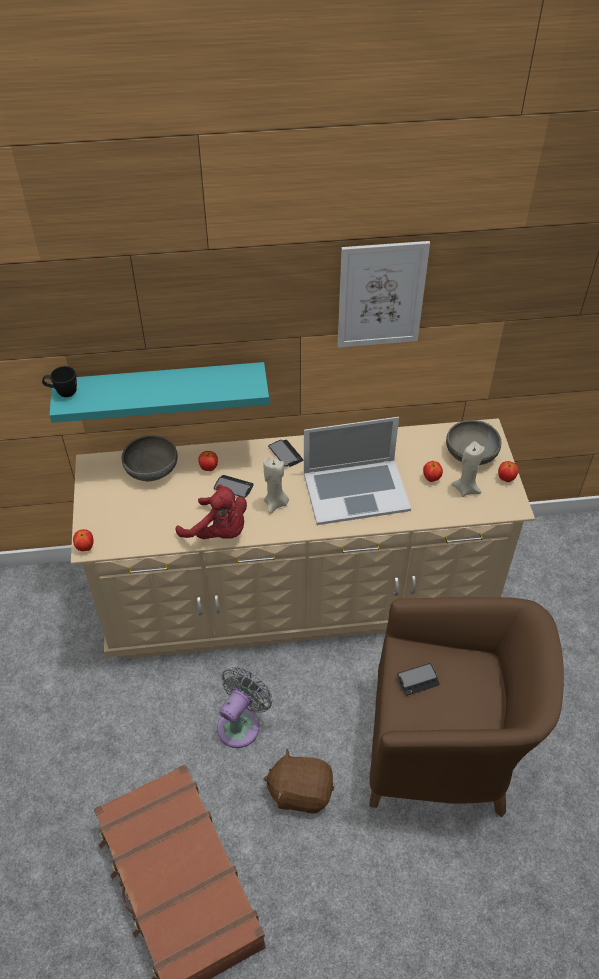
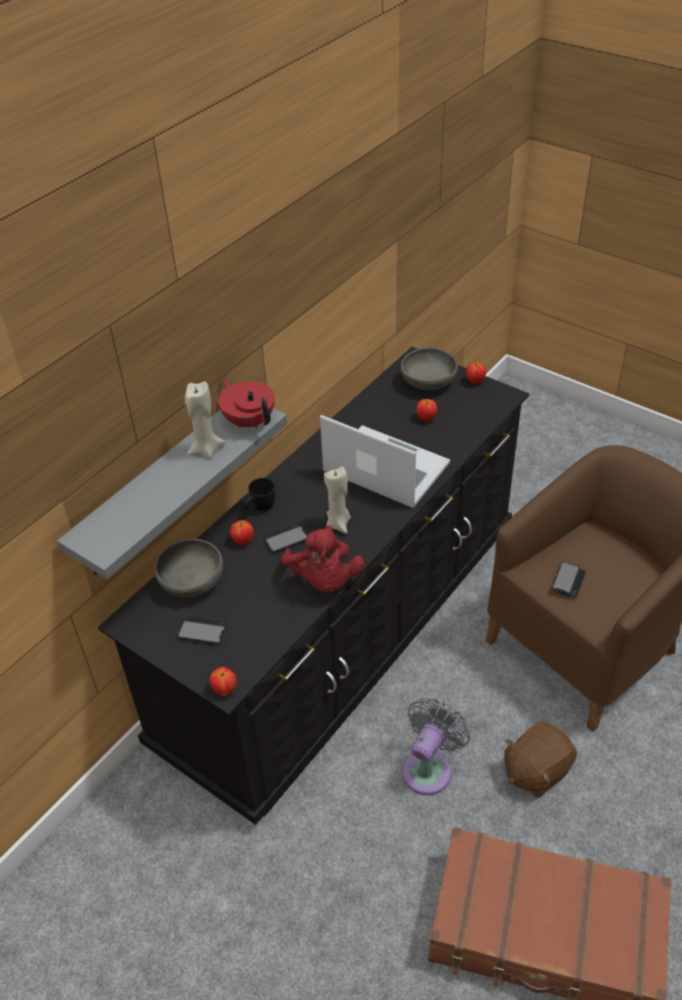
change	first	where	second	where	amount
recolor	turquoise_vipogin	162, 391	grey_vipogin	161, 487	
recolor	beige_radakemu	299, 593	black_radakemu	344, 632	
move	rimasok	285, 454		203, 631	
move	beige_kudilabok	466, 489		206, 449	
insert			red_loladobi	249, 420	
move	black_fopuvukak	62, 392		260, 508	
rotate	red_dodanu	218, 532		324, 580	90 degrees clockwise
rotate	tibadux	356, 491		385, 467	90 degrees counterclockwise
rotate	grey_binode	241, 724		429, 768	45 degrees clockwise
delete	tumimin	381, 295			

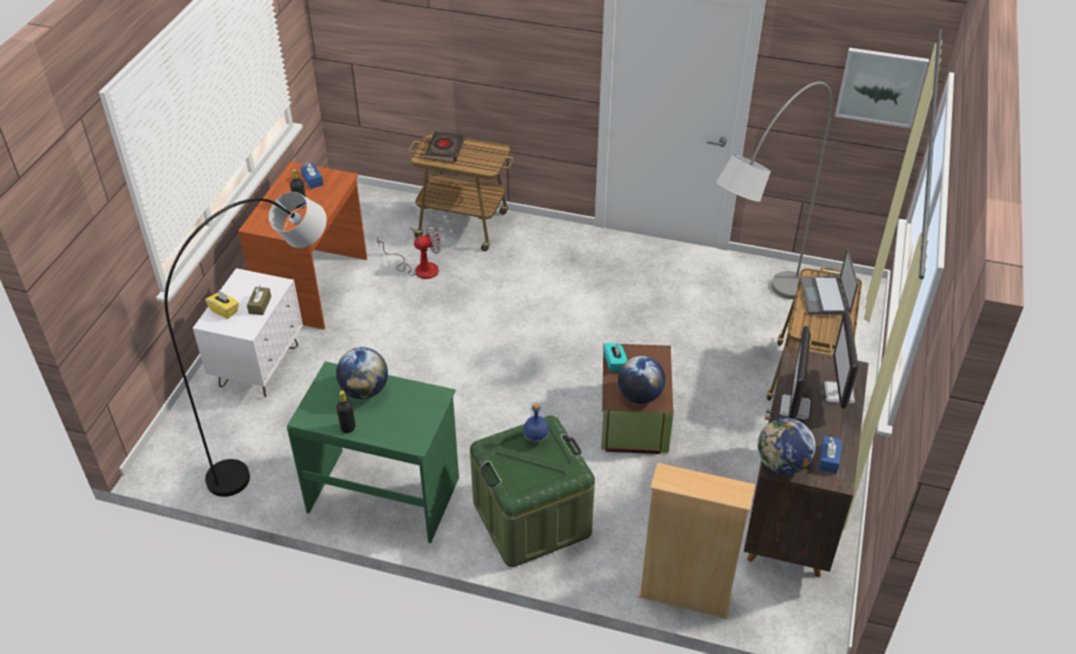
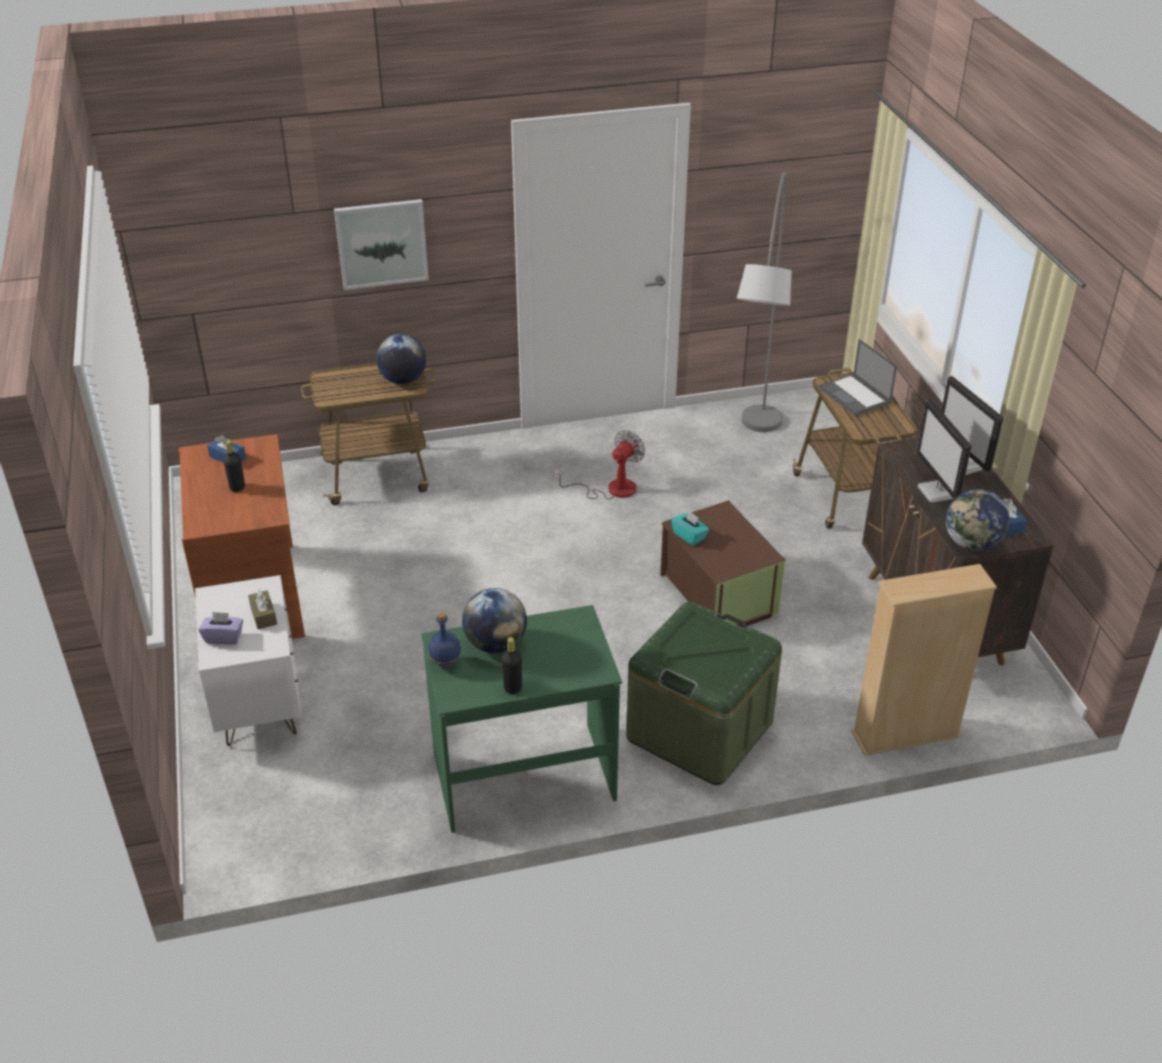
change	first	where	second	where	amount
recolor	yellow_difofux	224, 310	purple_difofux	224, 637	
move	tumimin	880, 87		381, 243	
move	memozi	640, 396		403, 380	
move	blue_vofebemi	536, 439		445, 663	
move	binode	419, 268		611, 489	
delete	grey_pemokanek	286, 430			
delete	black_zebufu	444, 149			

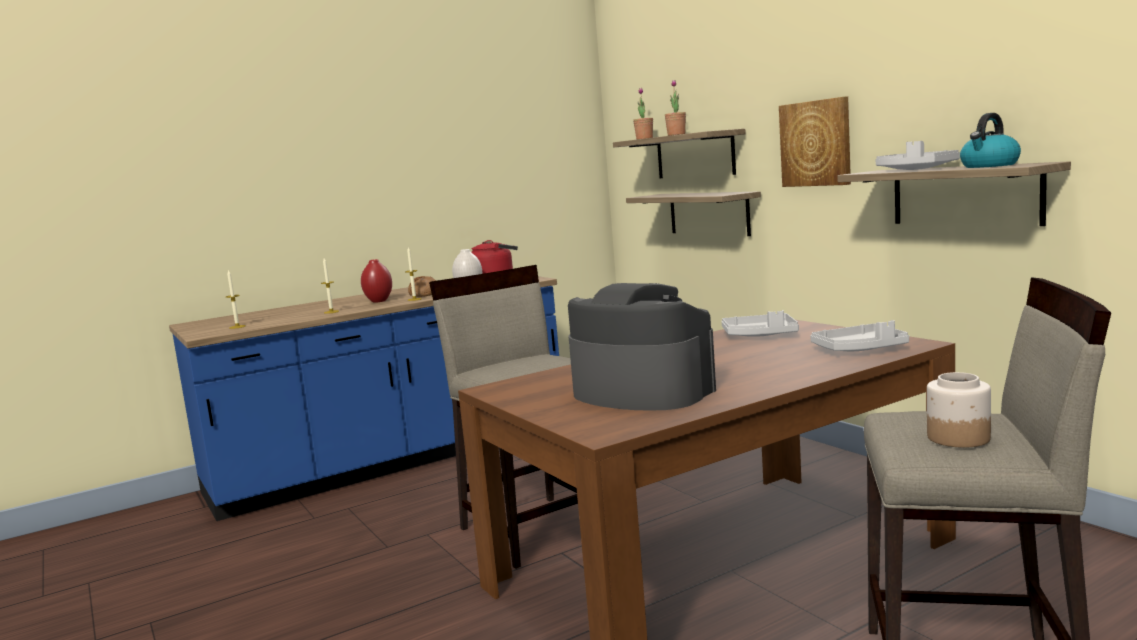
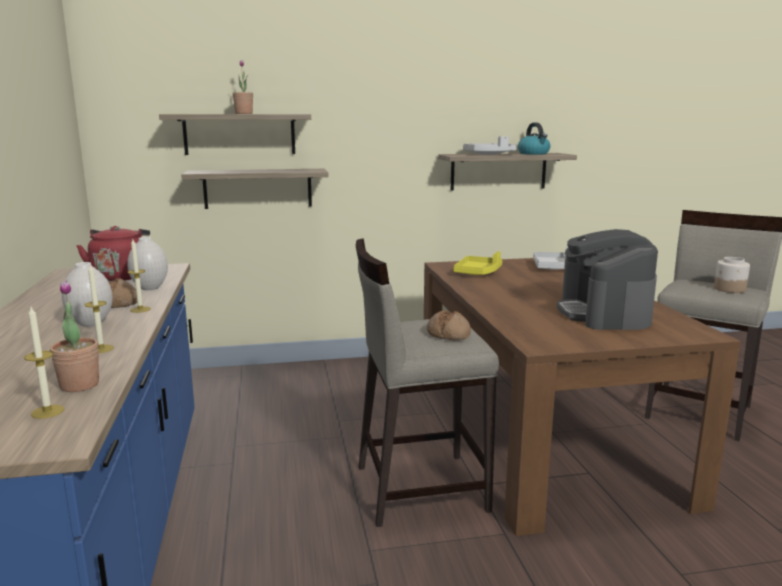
change	first	where	second	where	amount
move	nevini	644, 139		79, 385	
recolor	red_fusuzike	378, 301	white_fusuzike	90, 323	
insert			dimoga	448, 334	
recolor	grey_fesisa	760, 335	yellow_fesisa	478, 273	
rotate	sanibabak	641, 392		603, 313	60 degrees counterclockwise
delete	tumimin	816, 143			

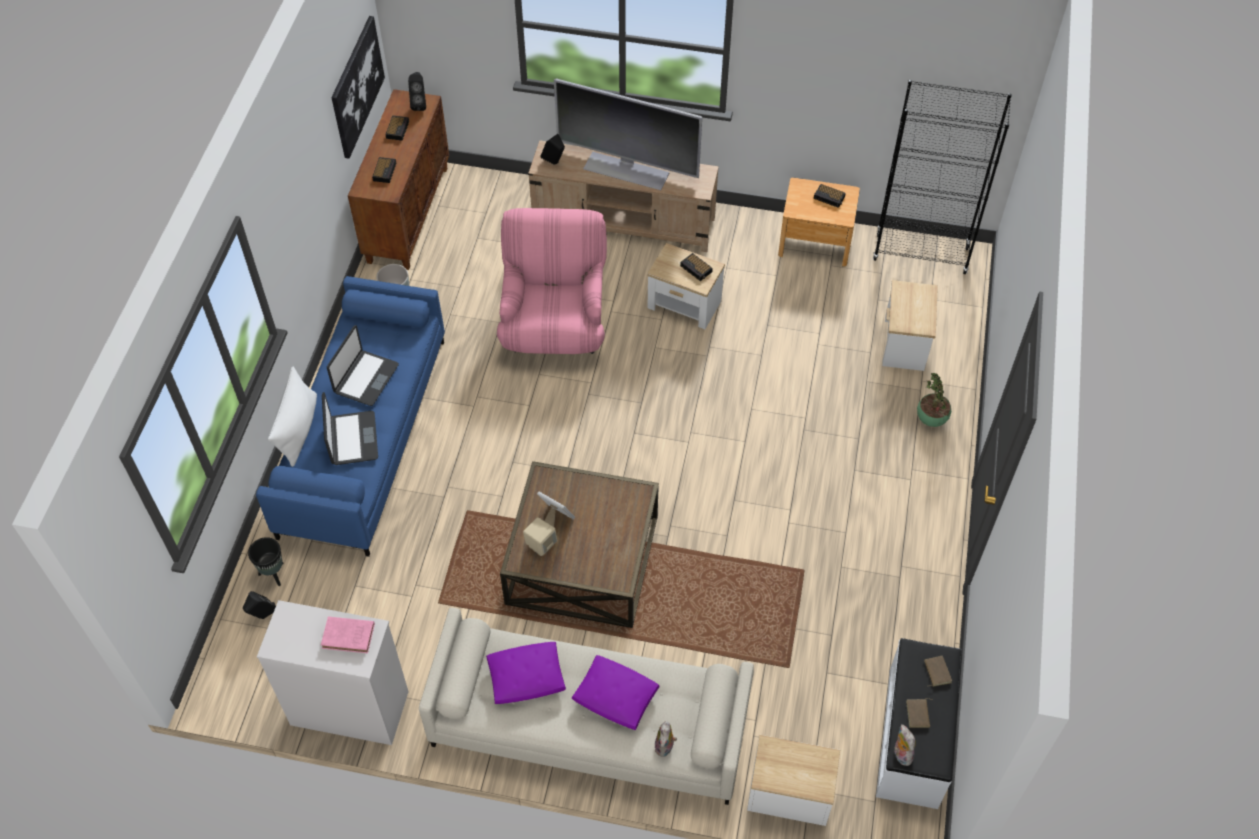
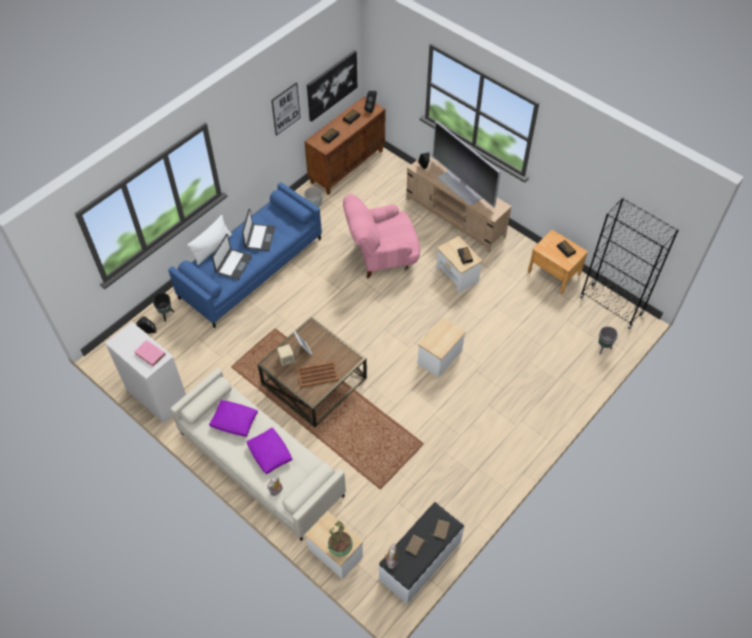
change	first	where	second	where	amount
rotate	tibadux	365, 378		259, 238	45 degrees counterclockwise
insert			tumimin	286, 109	
insert			brown_fesisa	317, 374	
move	nevini	931, 420		340, 548	
rotate	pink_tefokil	555, 326		381, 256	135 degrees counterclockwise
move	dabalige	903, 343		439, 357	
insert			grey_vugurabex	603, 348	

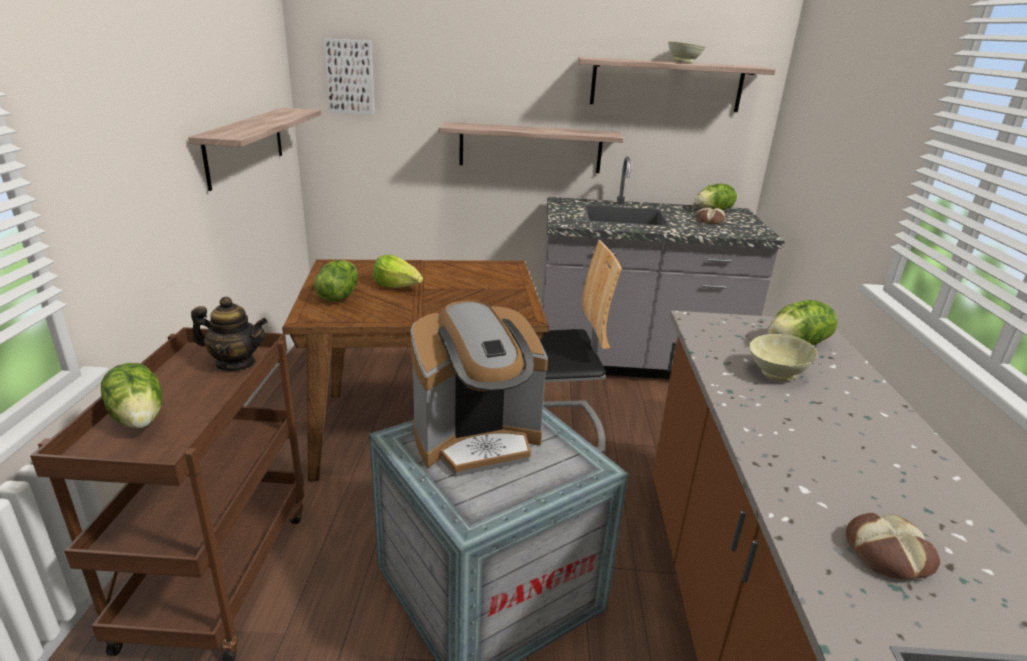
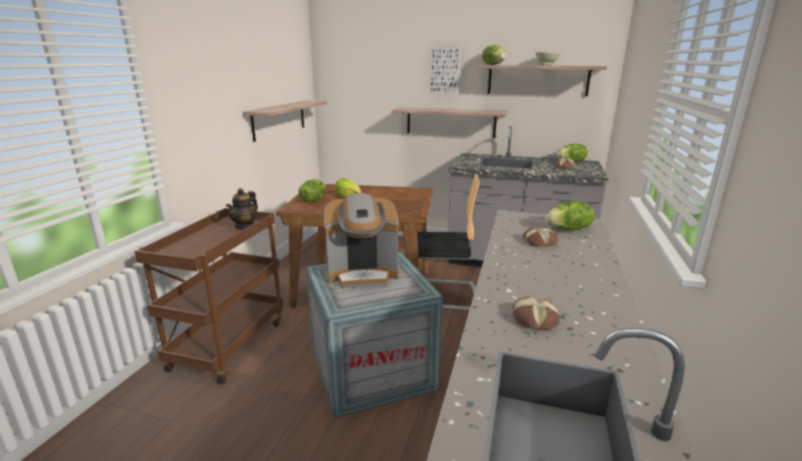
change	first	where	second	where	amount
rotate	loladobi	236, 363		245, 226	90 degrees clockwise
move	tumimin	351, 77		445, 71	
move	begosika	140, 417		493, 65	
replace	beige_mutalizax	775, 374	dimoga	539, 241	

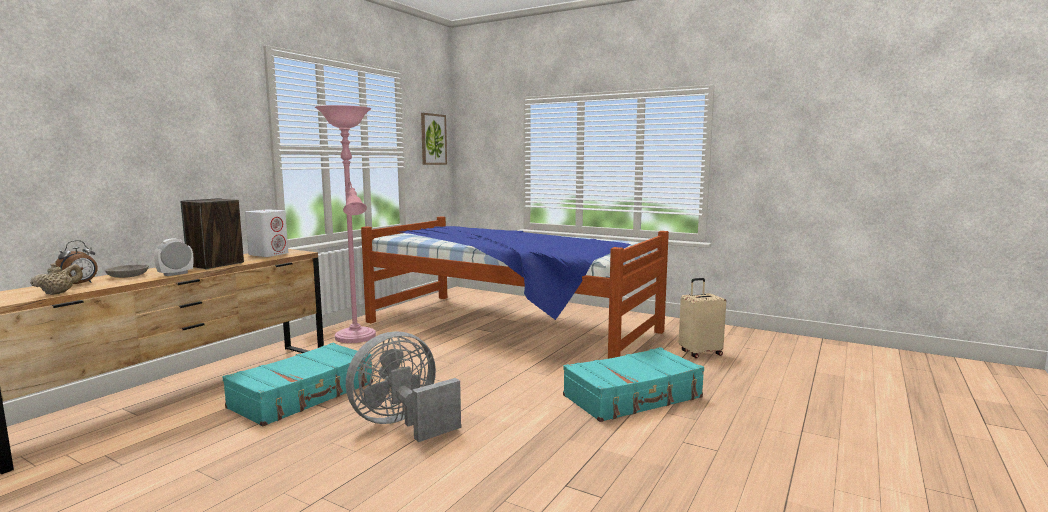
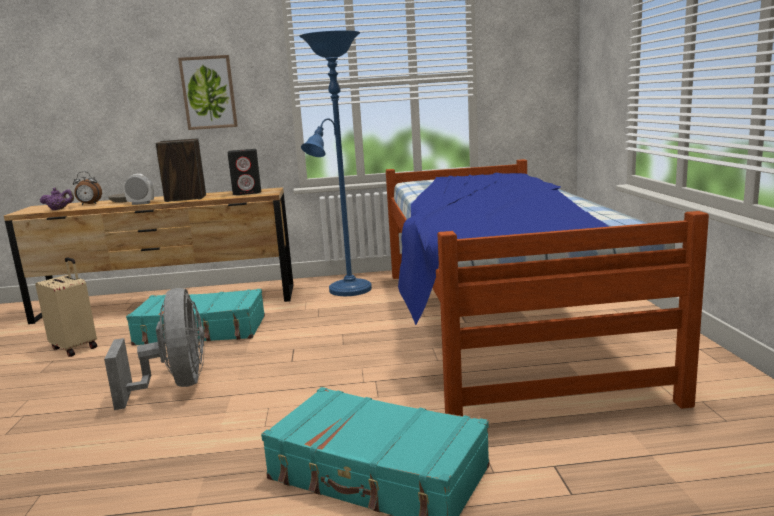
change	first	where	second	where	amount
move	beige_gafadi	700, 353		75, 347	
recolor	beige_loladobi	59, 293	purple_loladobi	59, 209	
rotate	grey_binode	403, 424		175, 385	60 degrees clockwise
move	tumimin	433, 139		208, 92	
recolor	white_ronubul	269, 254	black_ronubul	247, 192	
recolor	pink_pemokanek	356, 338	blue_pemokanek	347, 291	

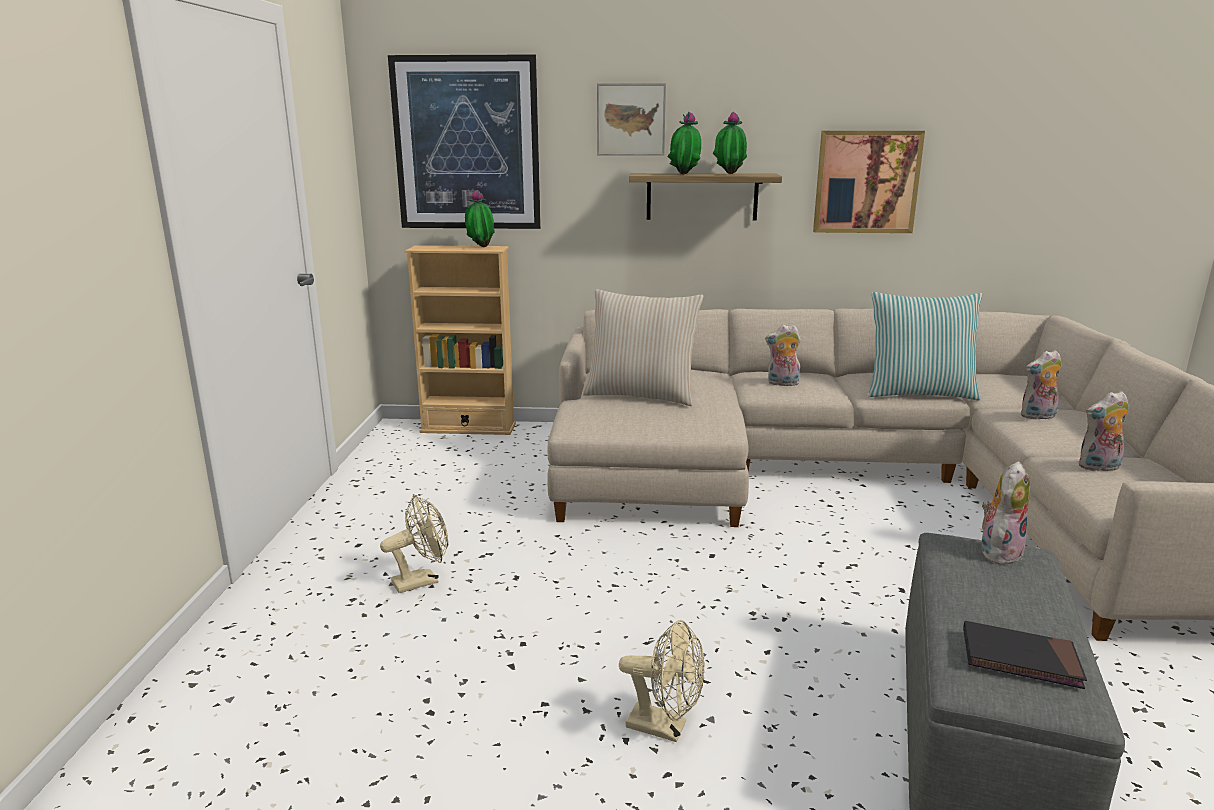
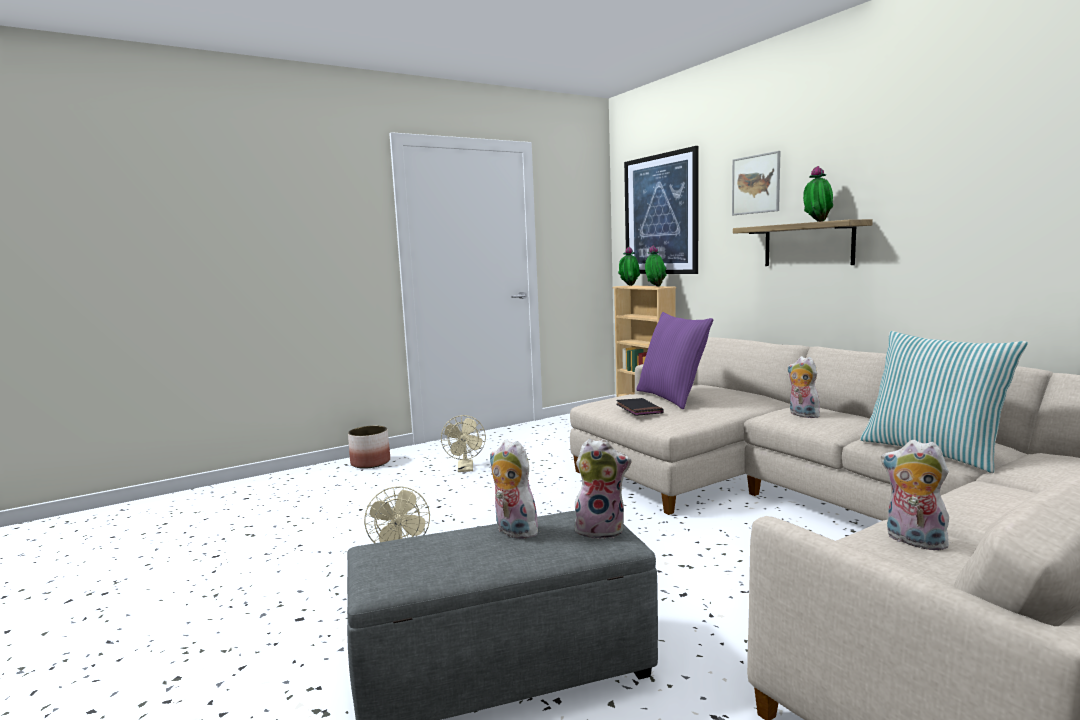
change	first	where	second	where	amount
insert			vugurabex	370, 463	
rotate	beige_binode	422, 580		466, 469	60 degrees clockwise
move	dodanu	1037, 416		513, 531	
move	black_zebufu	1020, 659		639, 409	
move	nevini	684, 174		629, 285	
recolor	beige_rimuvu	641, 395	purple_rimuvu	672, 398	
delete	tumimin	866, 182			

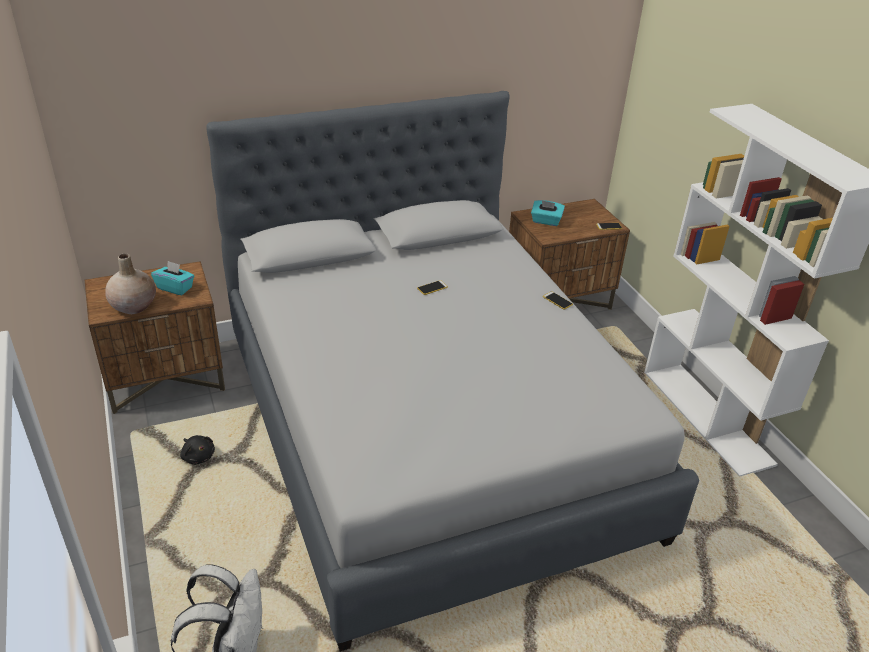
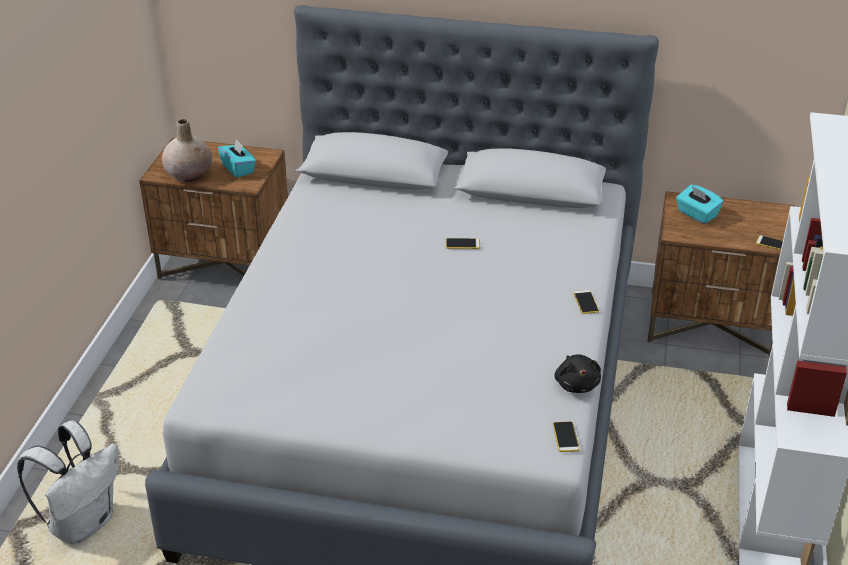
change	first	where	second	where	amount
insert			rimasok	565, 437	
move	black_dodanu	198, 456		576, 384	

